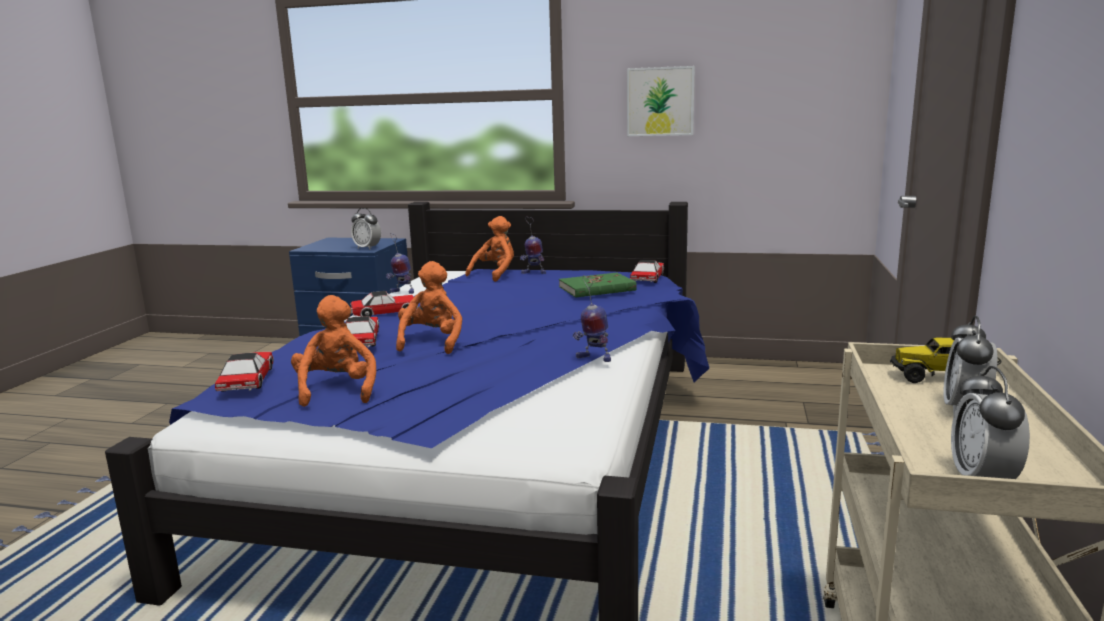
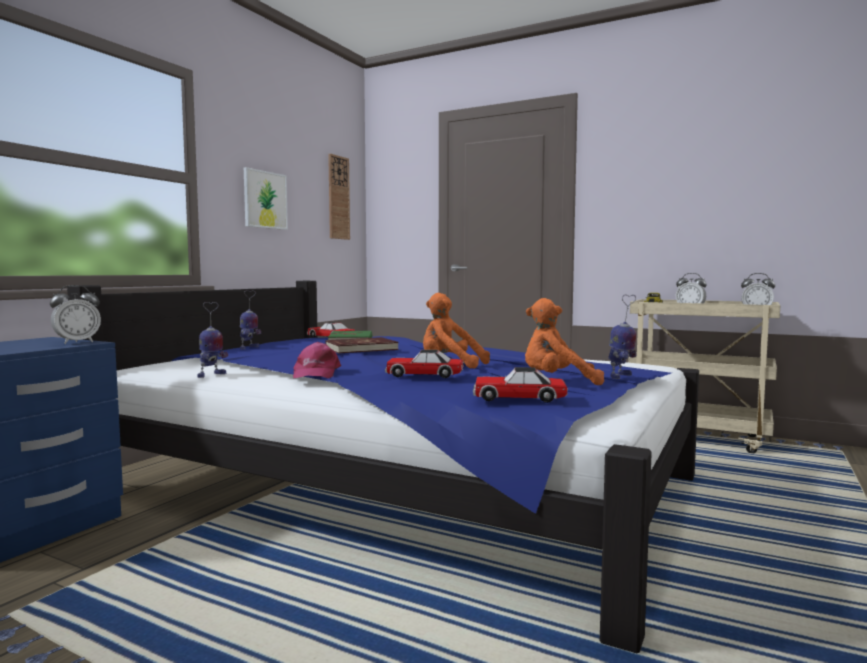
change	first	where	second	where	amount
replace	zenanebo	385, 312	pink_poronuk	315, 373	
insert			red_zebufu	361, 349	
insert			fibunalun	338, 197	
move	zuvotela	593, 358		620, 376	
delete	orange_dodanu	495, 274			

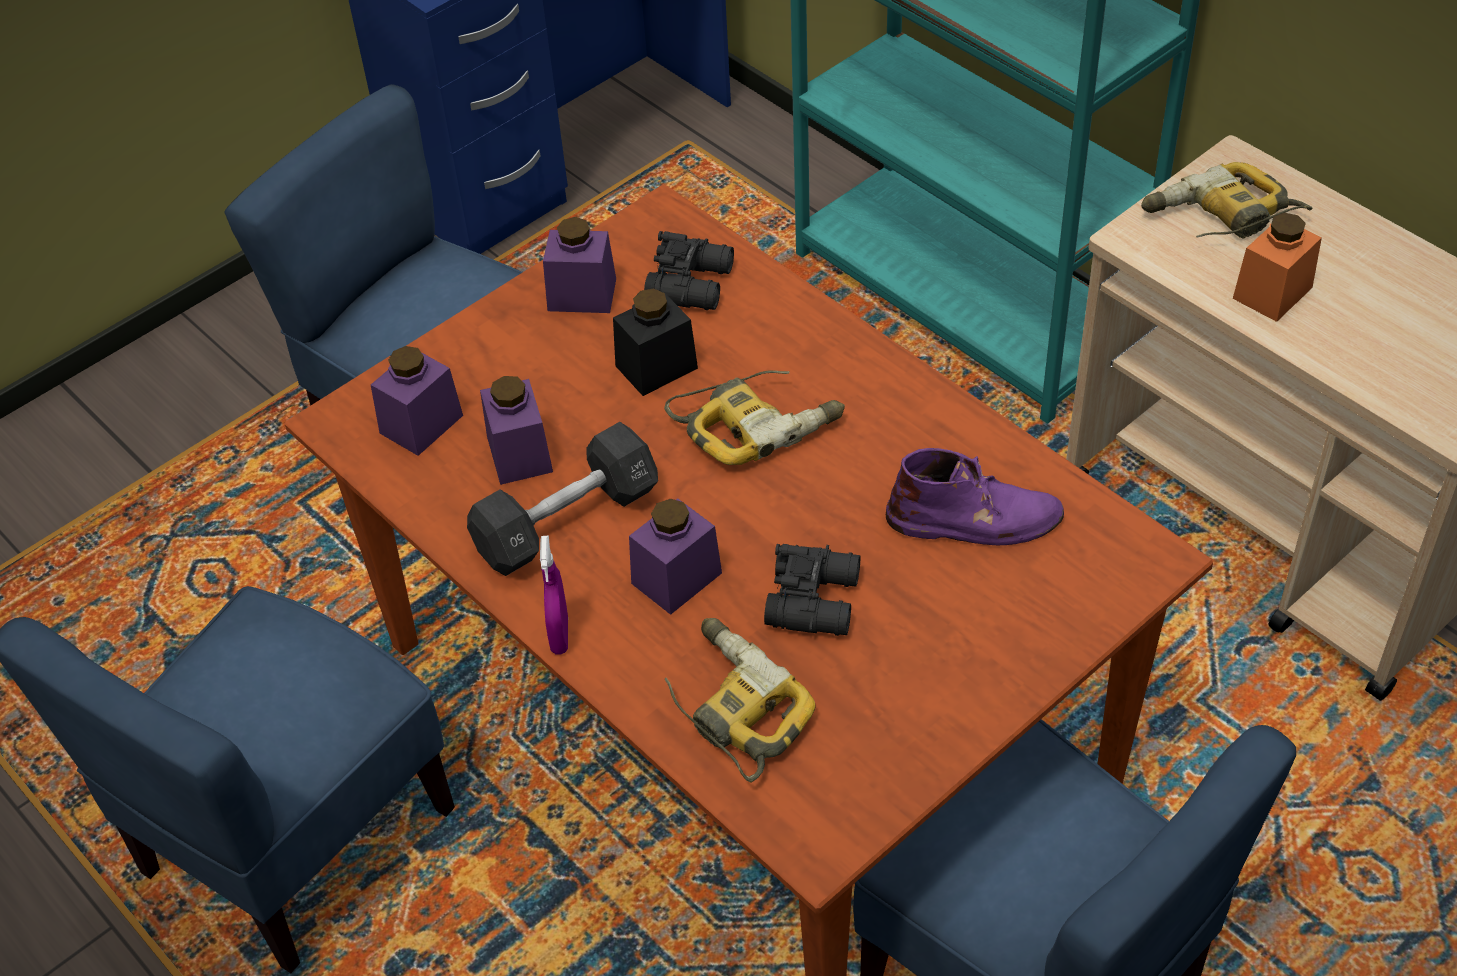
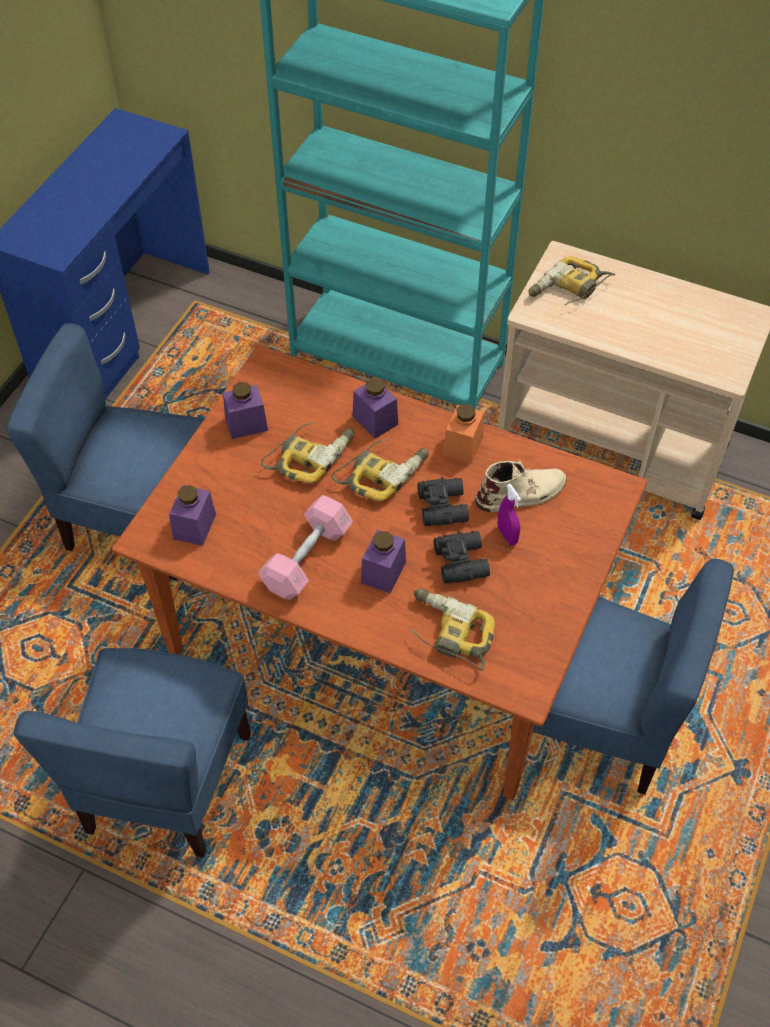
change	first	where	second	where	amount
recolor	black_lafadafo	567, 521	pink_lafadafo	307, 558	
replace	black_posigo	656, 367	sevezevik	310, 455	
move	purple_posigo	519, 454		375, 420	
move	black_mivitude	693, 283		443, 506	
move	orange_posigo	1272, 293		463, 446	
recolor	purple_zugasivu	975, 520	beige_zugasivu	522, 493	
move	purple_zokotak	559, 635		507, 535	

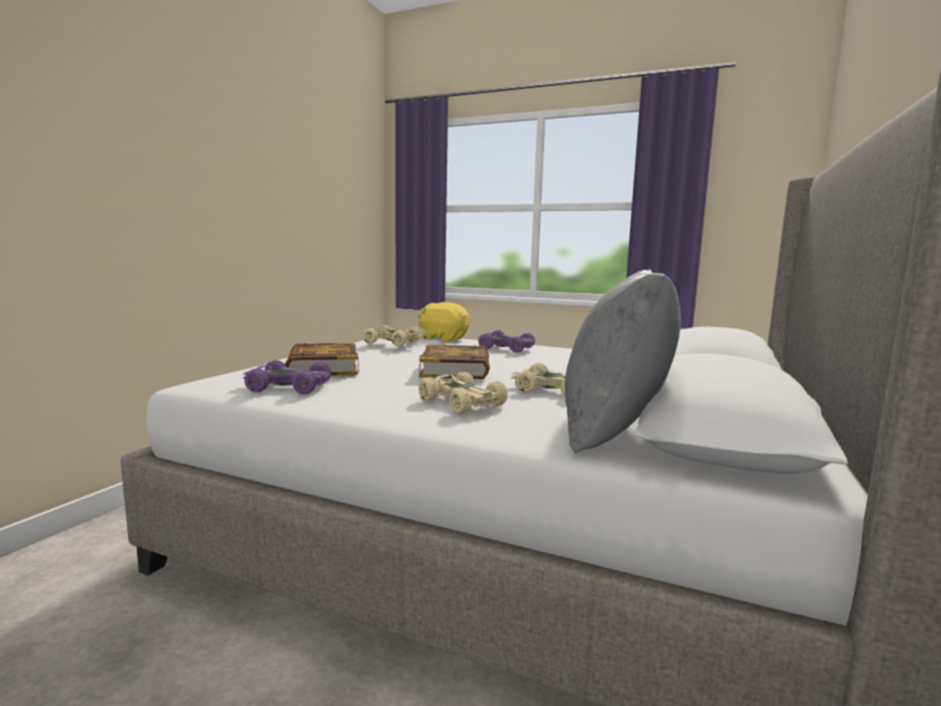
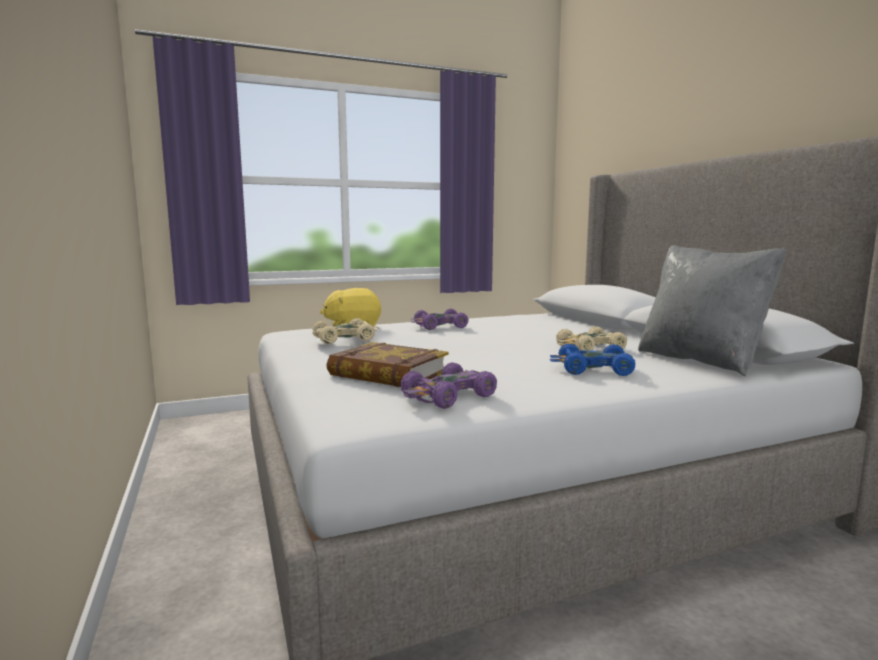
change	first	where	second	where	amount
recolor	beige_zenanebo	460, 403	blue_zenanebo	593, 369	
delete	zebufu	456, 369			

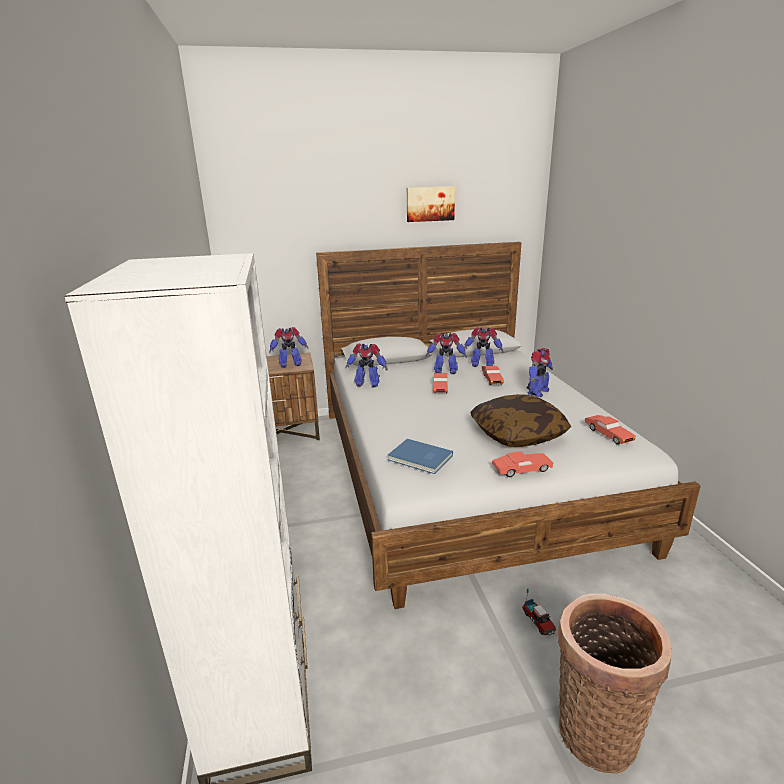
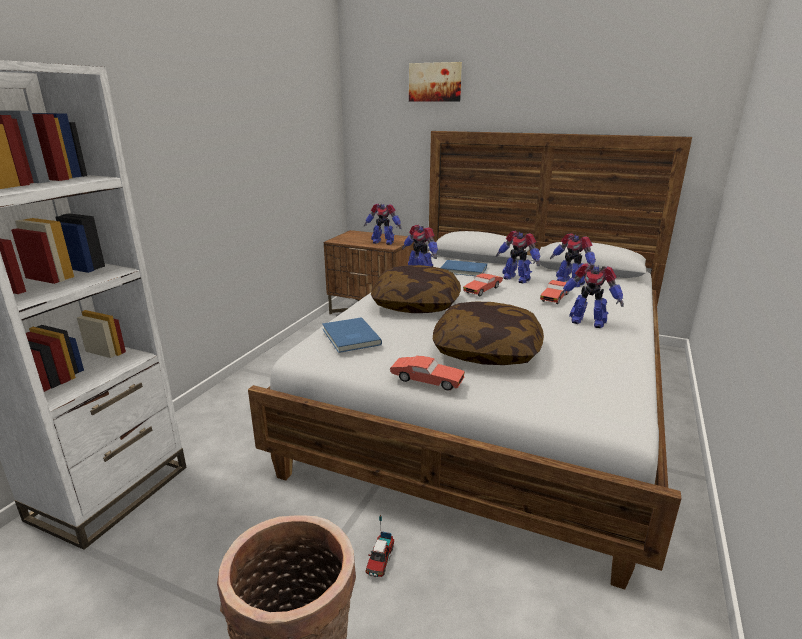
change	first	where	second	where	amount
insert			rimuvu	416, 304	
move	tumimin	430, 204		435, 82	
insert			blue_zebufu	464, 270	
rotate	zuvotela	537, 392		587, 322	45 degrees clockwise
delete	red_zenanebo	608, 435			

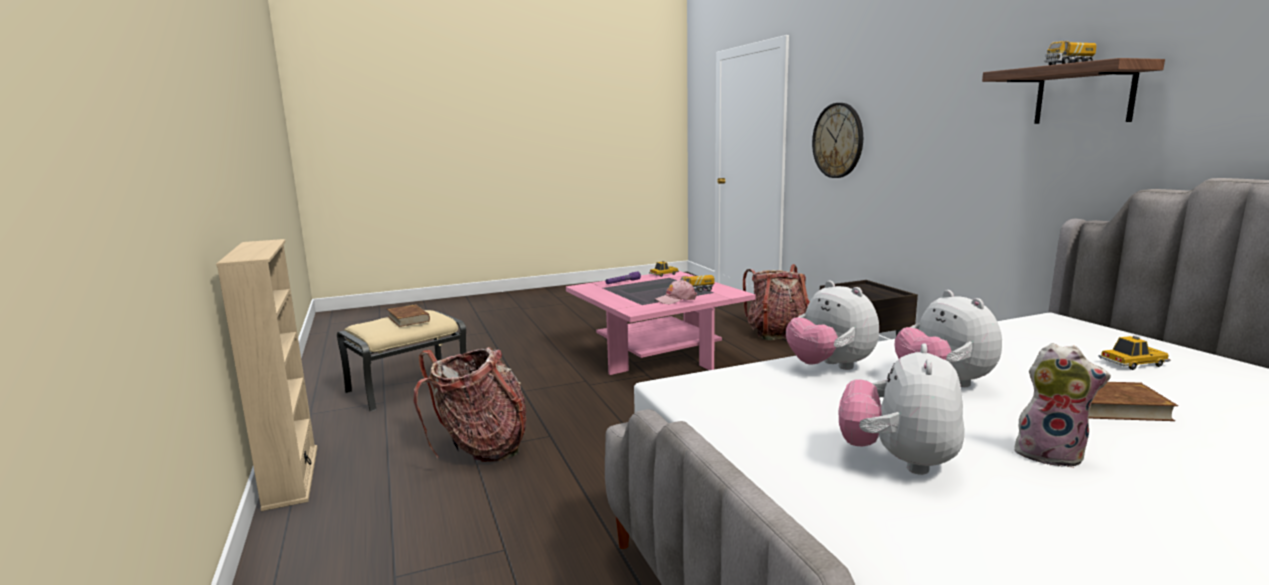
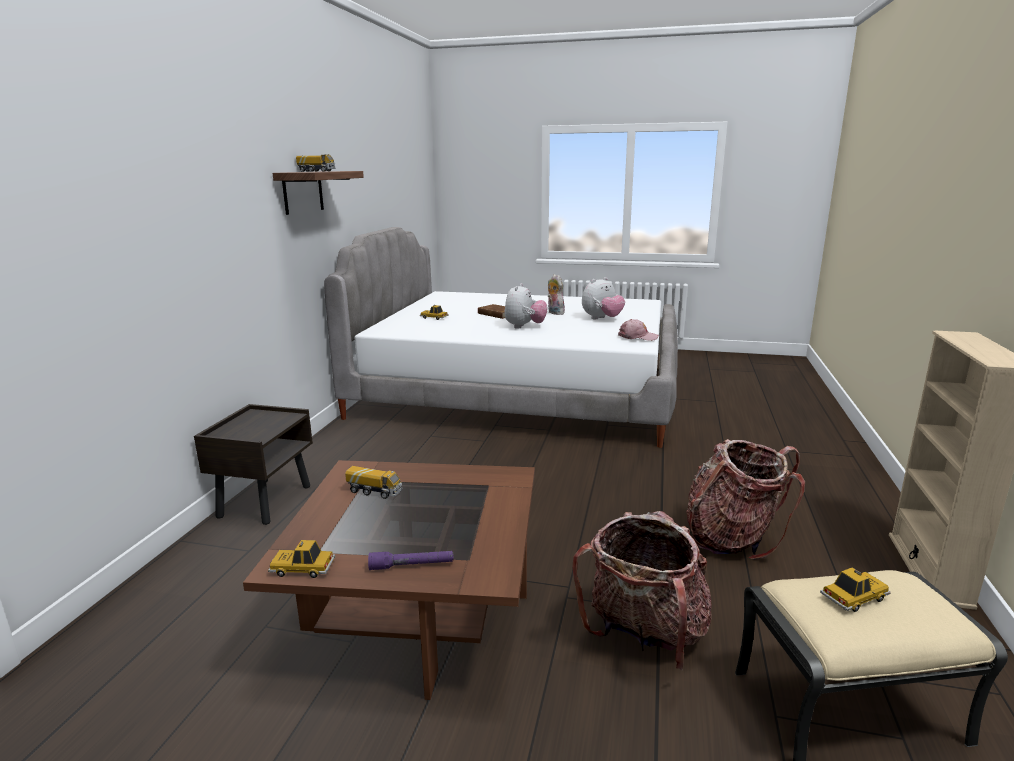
change	first	where	second	where	amount
recolor	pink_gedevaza	657, 355	brown_gedevaza	417, 612	
move	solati	777, 333		644, 634	
move	pink_poronuk	676, 299		637, 337	
replace	brown_zebufu	408, 319	zenanebo	854, 597	
delete	dodanu	830, 367			
delete	fibunalun	838, 140			

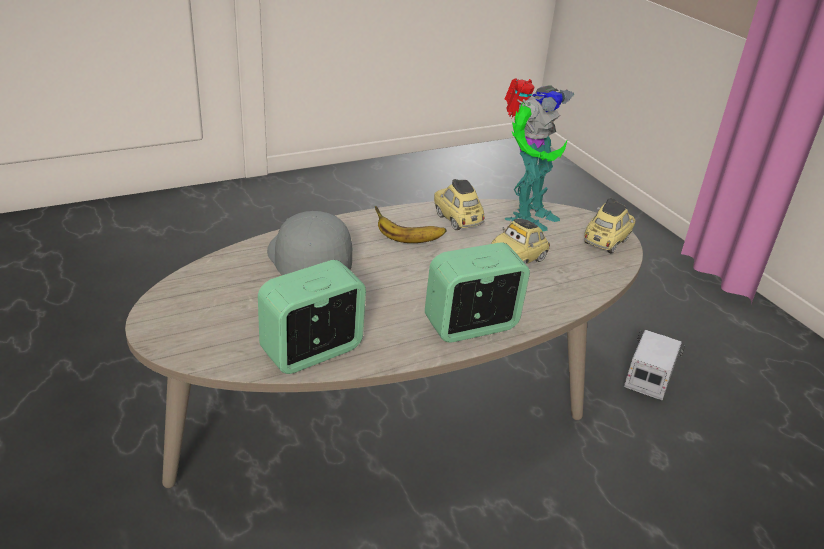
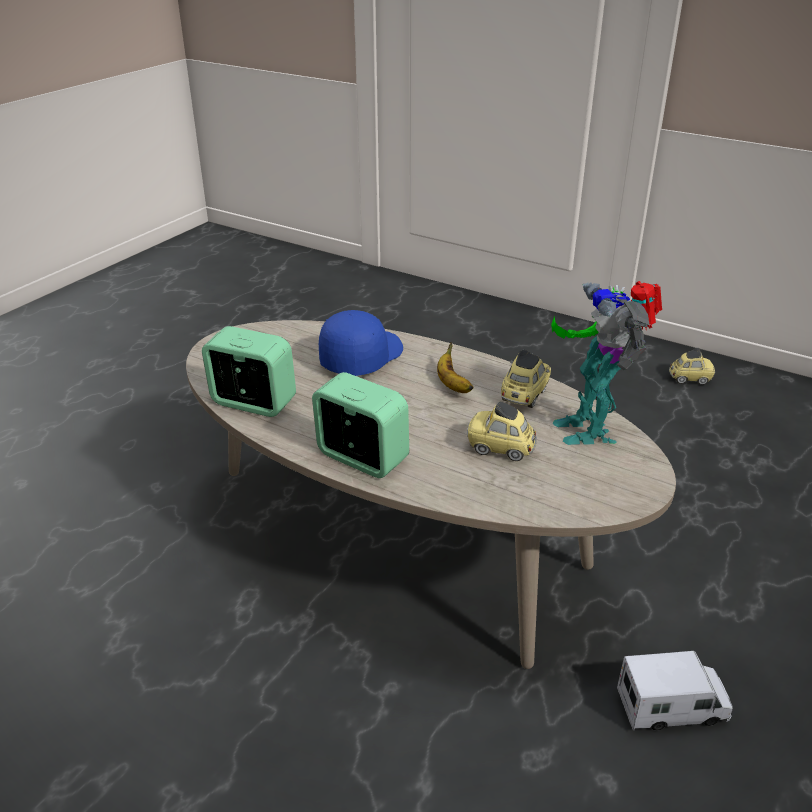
change	first	where	second	where	amount
recolor	grey_poronuk	306, 262	blue_poronuk	361, 357	
rotate	zuvotela	525, 216		590, 427	75 degrees clockwise
move	zenanebo	606, 242		690, 379	

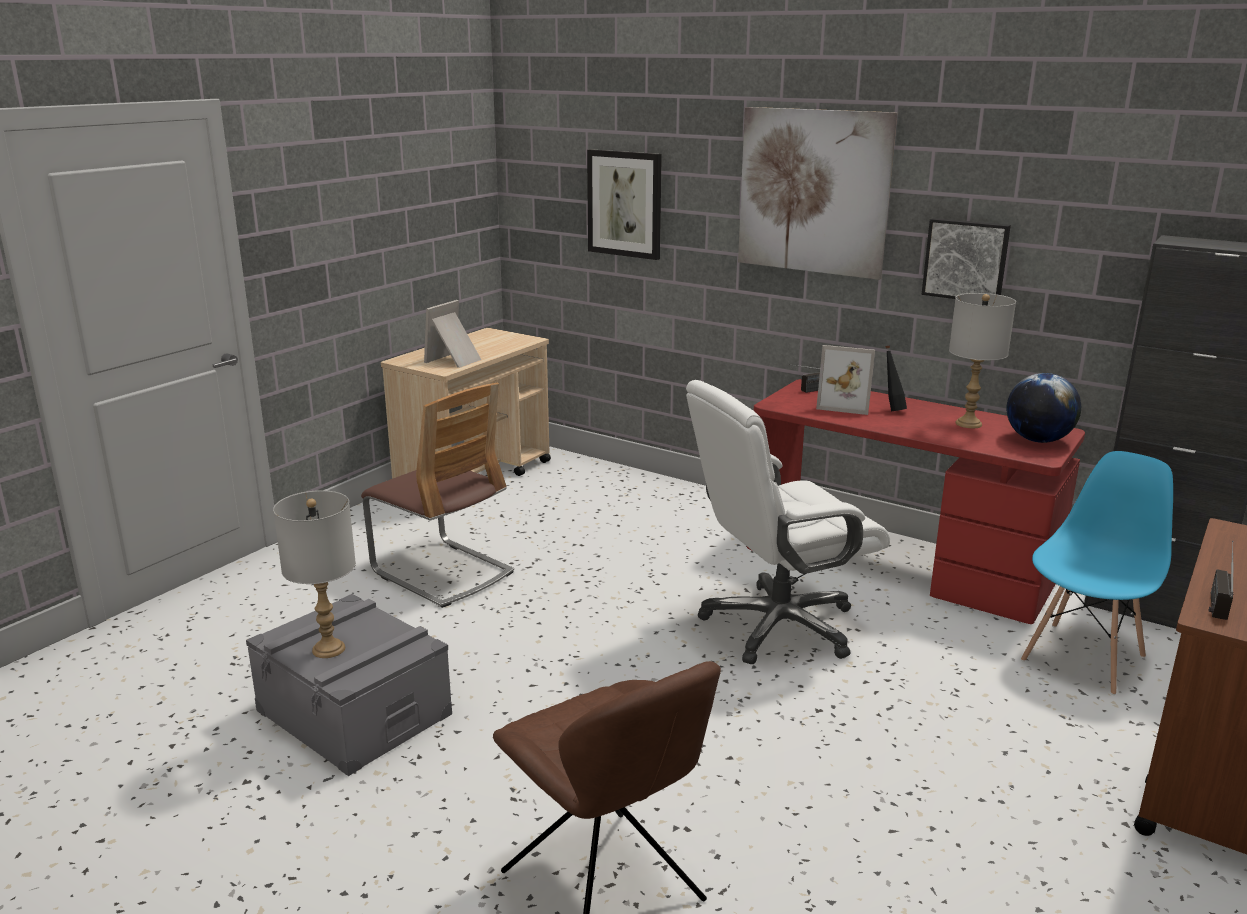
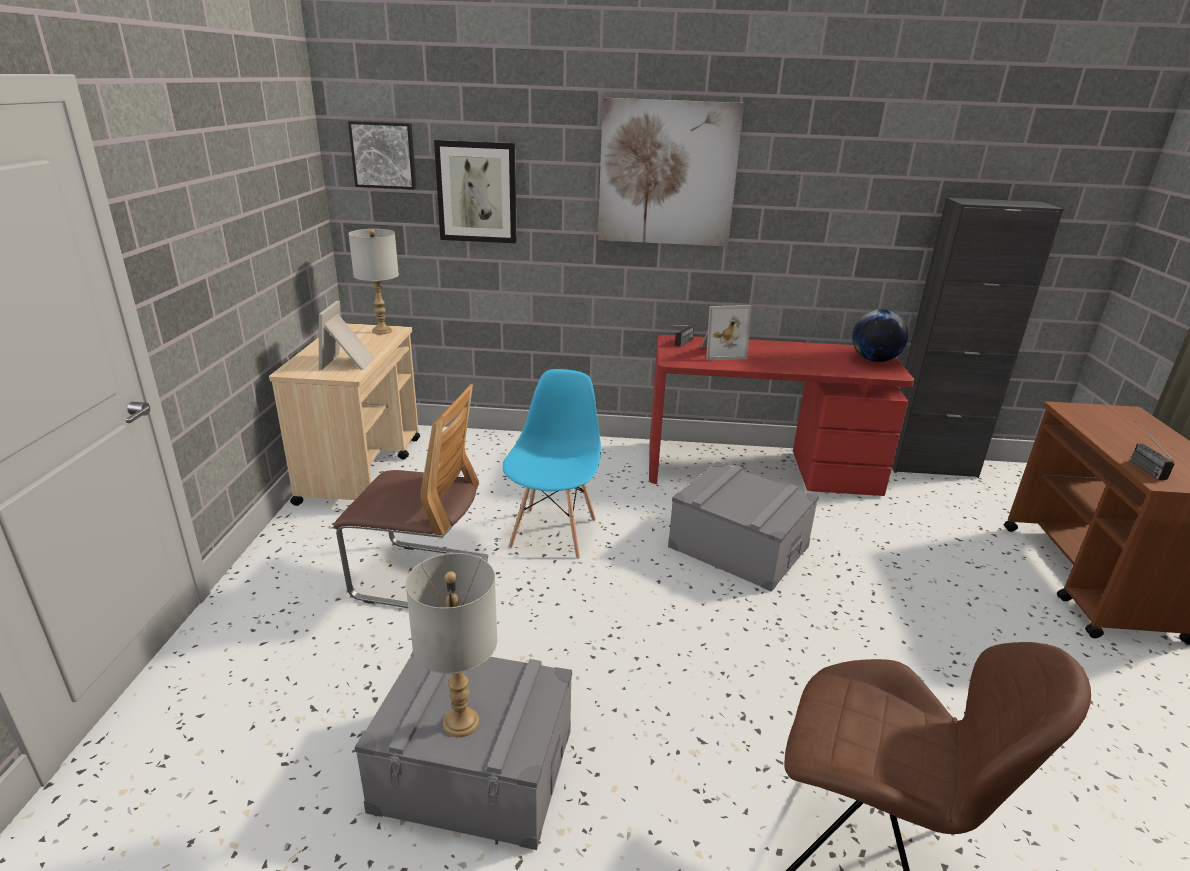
change	first	where	second	where	amount
move	tumimin	966, 260		384, 155	
move	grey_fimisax	969, 424		382, 331	
move	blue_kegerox	1083, 658		554, 532	
replace	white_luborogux	778, 626	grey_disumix	738, 547	
delete	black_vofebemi	891, 410			

